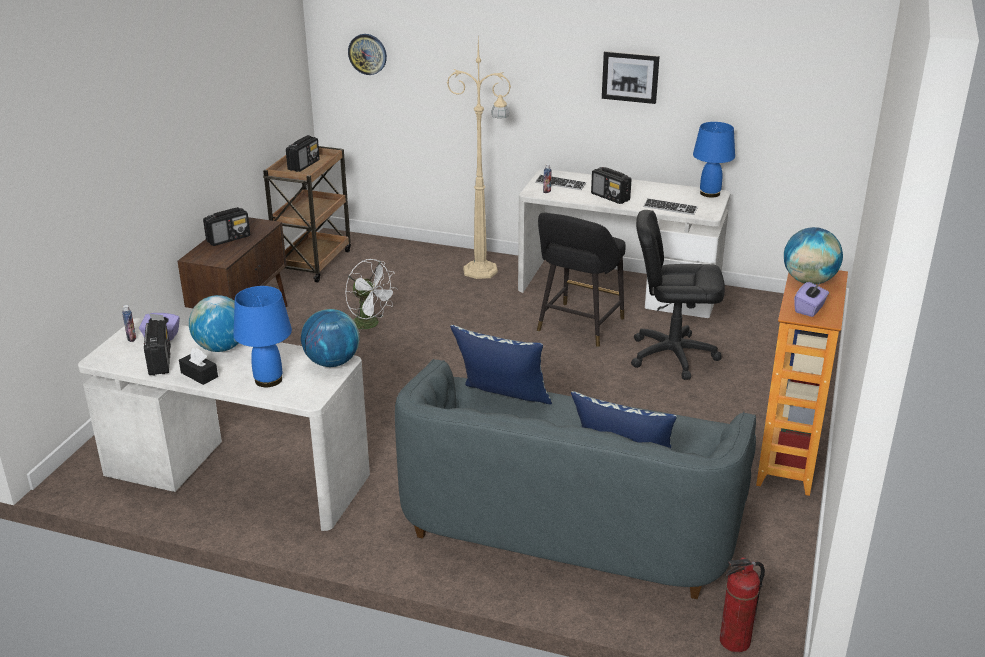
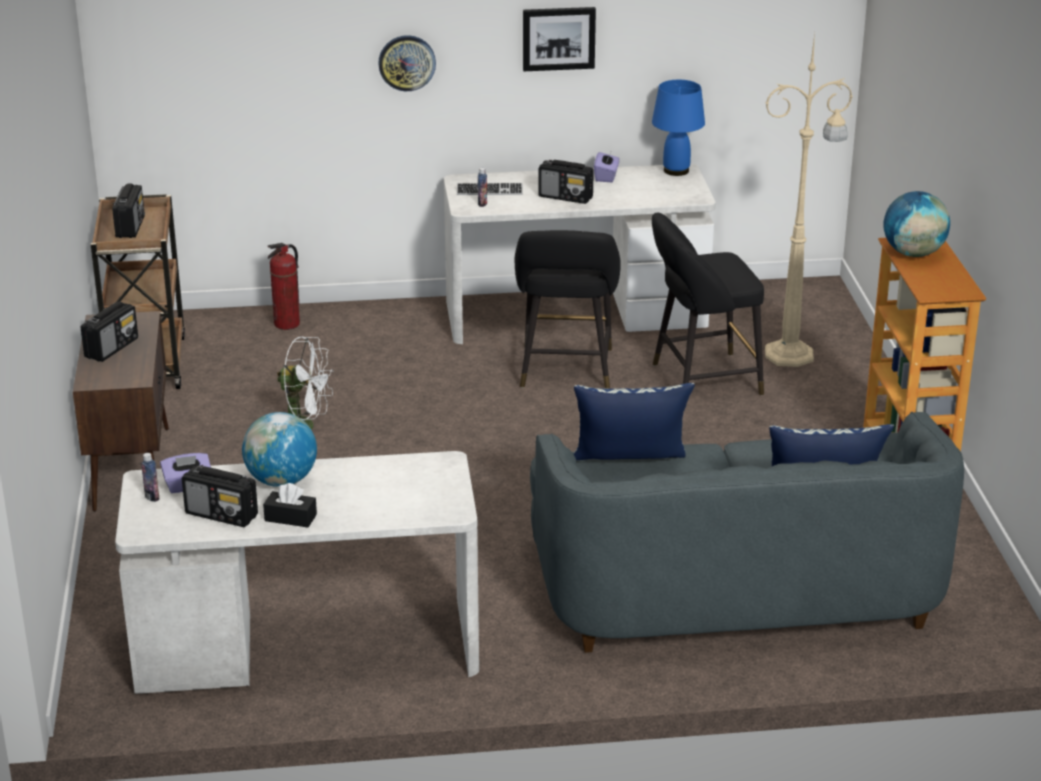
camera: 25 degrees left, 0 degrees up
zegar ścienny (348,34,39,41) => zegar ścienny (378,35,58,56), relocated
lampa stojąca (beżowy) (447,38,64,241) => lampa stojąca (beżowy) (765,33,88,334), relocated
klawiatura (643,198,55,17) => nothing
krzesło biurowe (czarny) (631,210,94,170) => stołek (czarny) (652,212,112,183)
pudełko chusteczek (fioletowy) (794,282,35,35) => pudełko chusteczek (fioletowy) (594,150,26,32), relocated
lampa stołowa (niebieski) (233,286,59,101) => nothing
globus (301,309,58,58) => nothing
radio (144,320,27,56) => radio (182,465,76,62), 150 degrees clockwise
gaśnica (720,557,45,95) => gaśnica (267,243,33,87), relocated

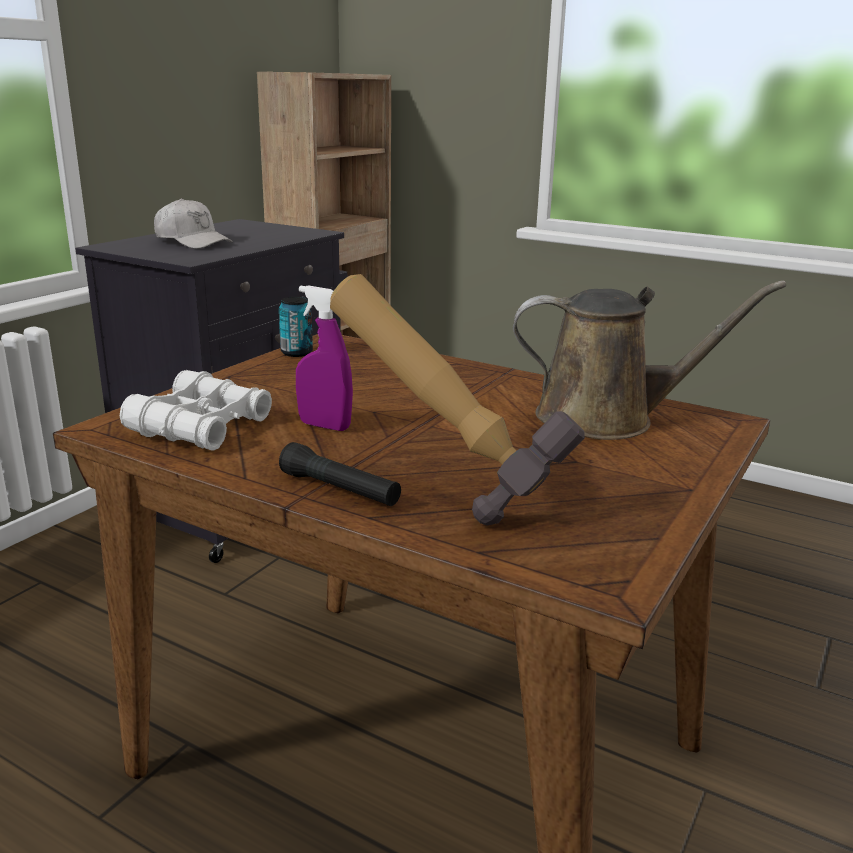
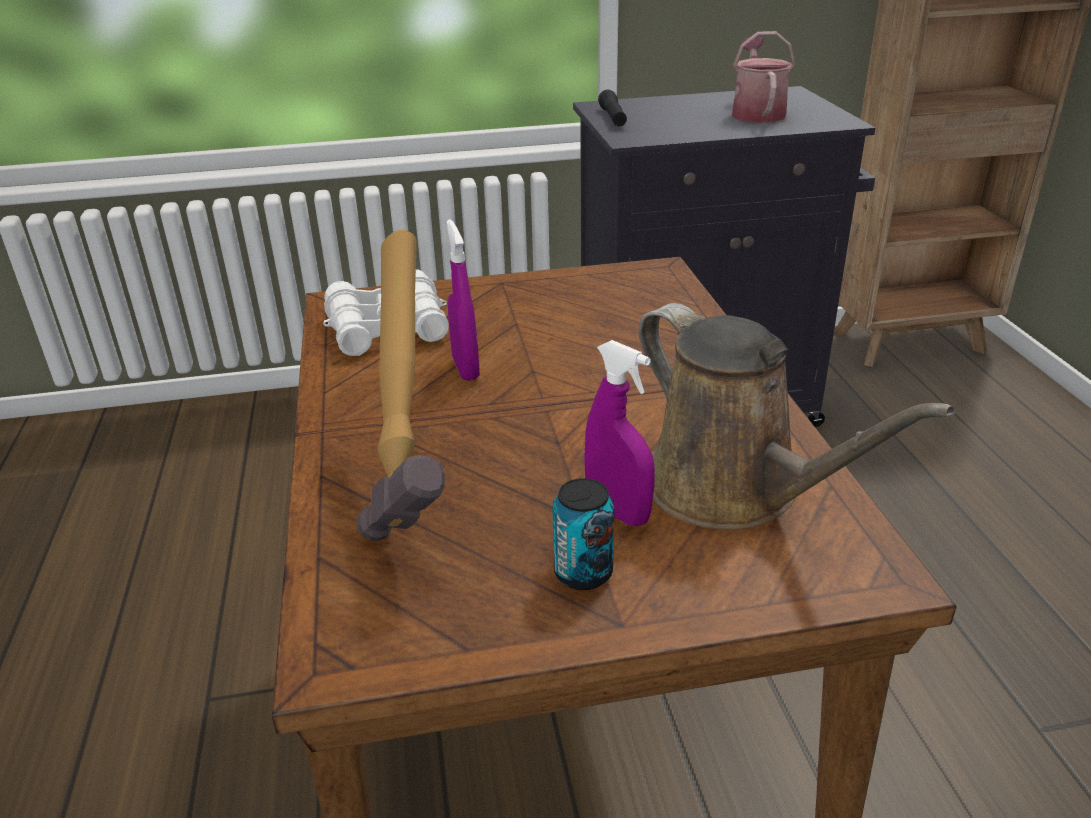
camera: 50 degrees right, 10 degrees up
czapka z daszkiem (biały) (154,198,79,51) => nothing
puszka (279,297,34,60) => puszka (552,478,62,112), relocated
latarka (czarny) (279,442,122,64) => latarka (czarny) (598,89,29,37), relocated
nothing => konewka (732,31,63,92)
nothing => spryskiwacz (fioletowy) (584,340,71,186)

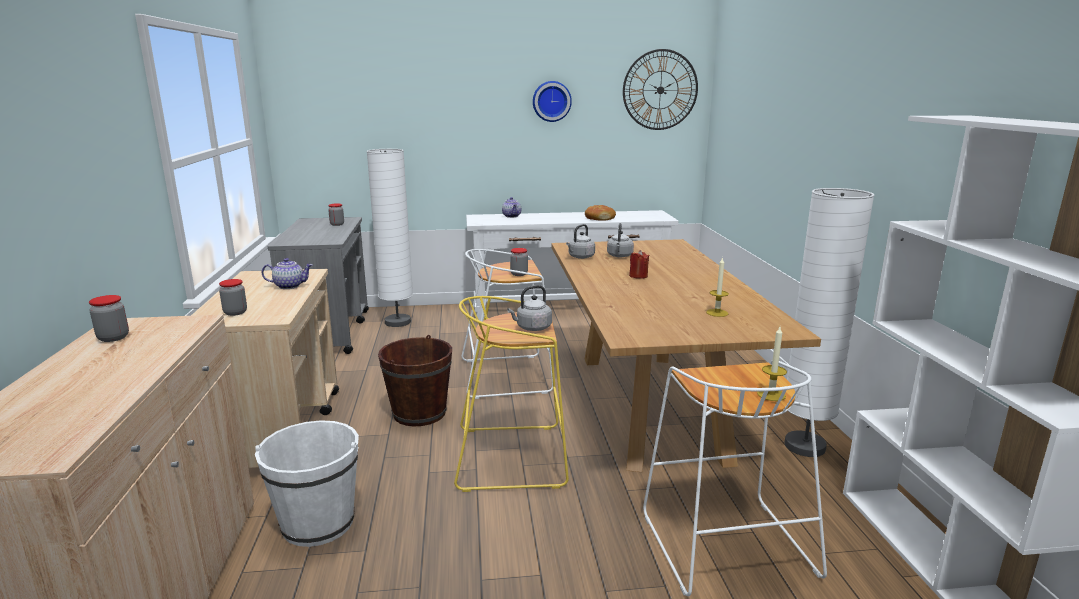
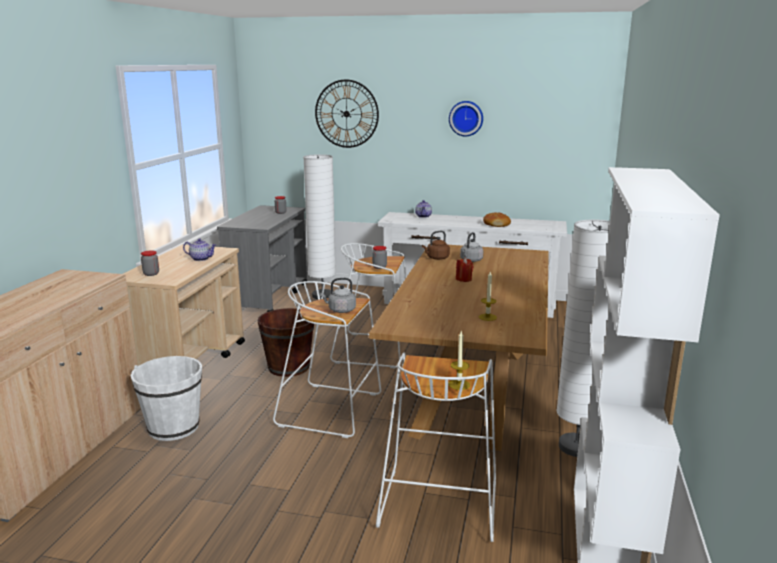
camera: 20 degrees right, 0 degrees up
zegar ścienny (623,49,75,81) => zegar ścienny (315,80,64,68), relocated
czajnik (szary) (566,224,29,35) => czajnik (brązowy) (422,231,28,29)
słoik (89,295,40,47) => nothing
stołek (żółty) (454,296,115,196) => stołek (biały) (273,281,108,157)

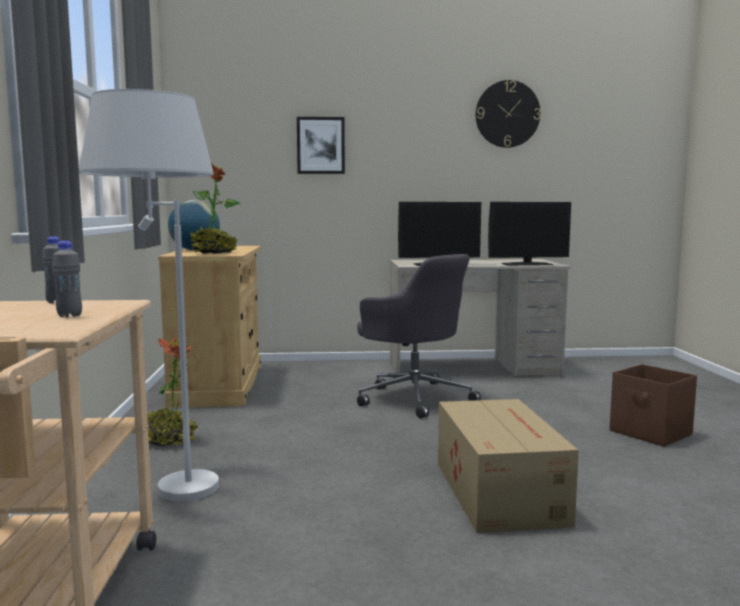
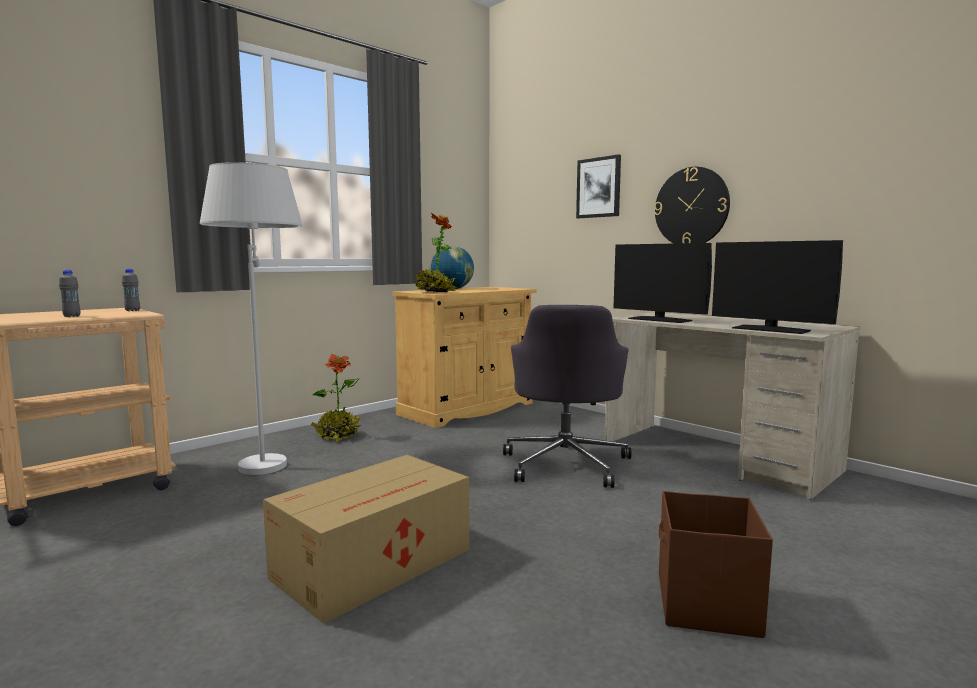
camera: 50 degrees right, 0 degrees up
zegar ścienny (476,80,64,68) => zegar ścienny (654,167,76,76), relocated

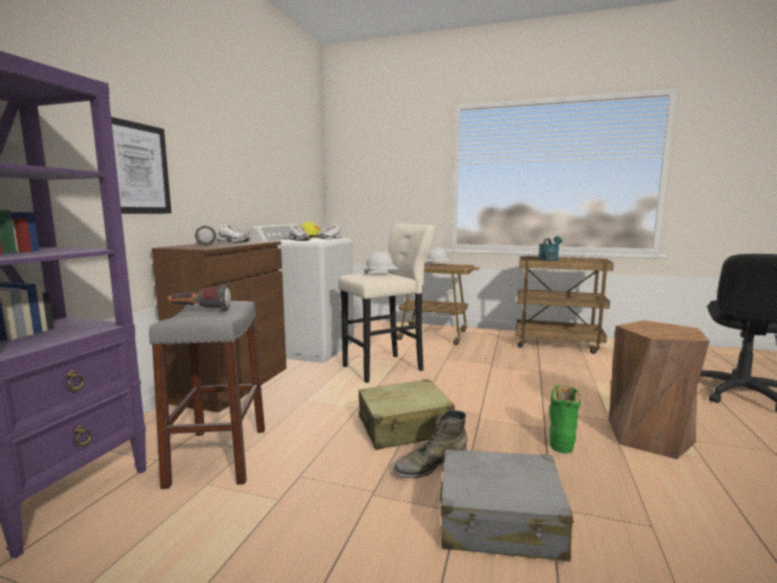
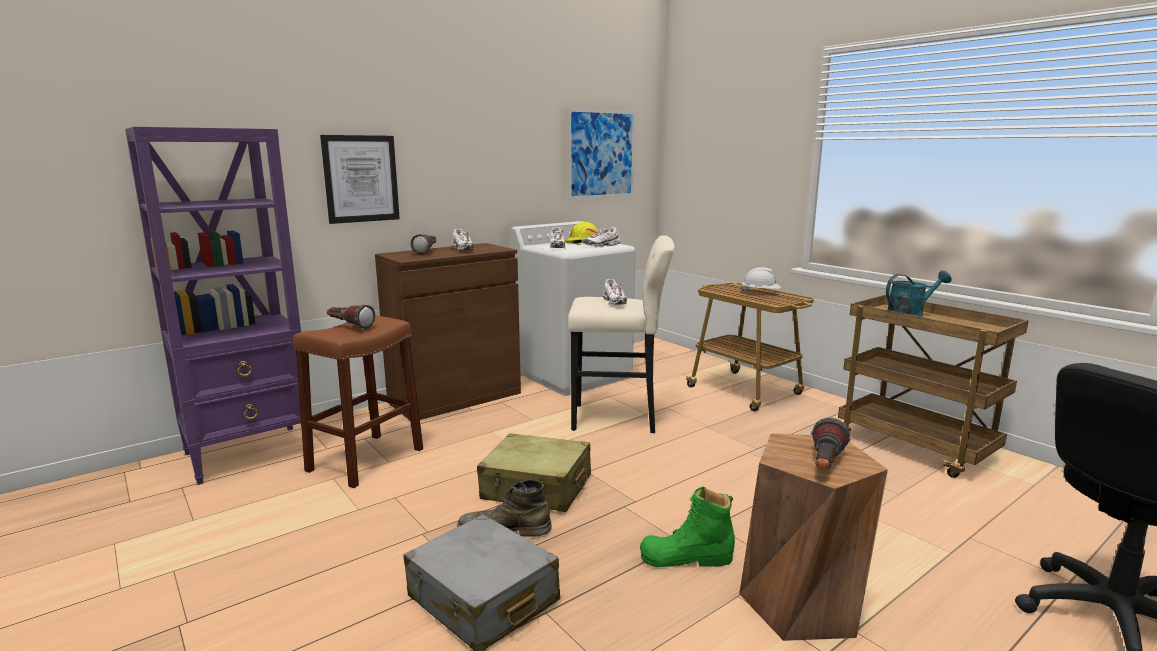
camera: 35 degrees right, 5 degrees up
kask (biały) (364,252,34,23) => but (biały) (603,279,24,26)
stołek (szary) (149,301,116,188) => stołek (brązowy) (293,315,130,173)
but z cholewką (zielony) (549,385,31,69) => but z cholewką (zielony) (640,487,95,80), 150 degrees counterclockwise
nothing => obraz (567,108,69,92)
nothing => latarka (811,418,40,52)

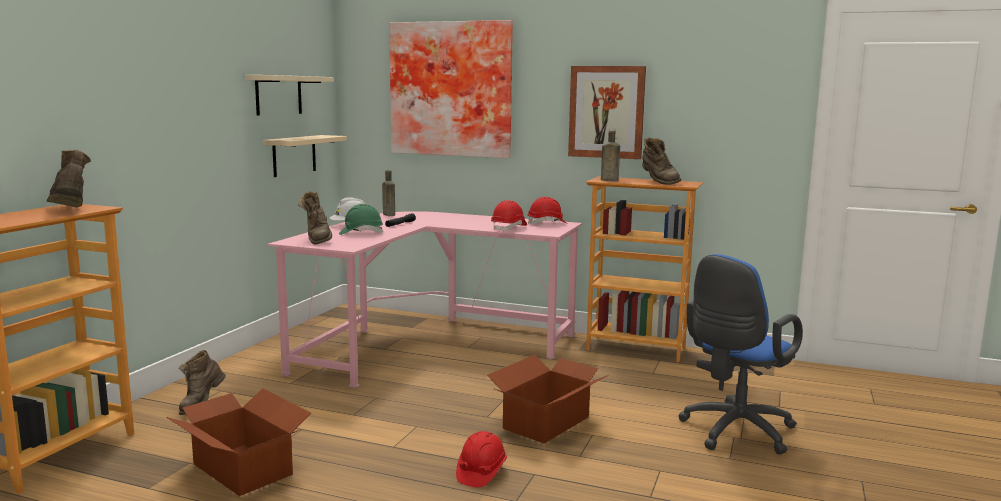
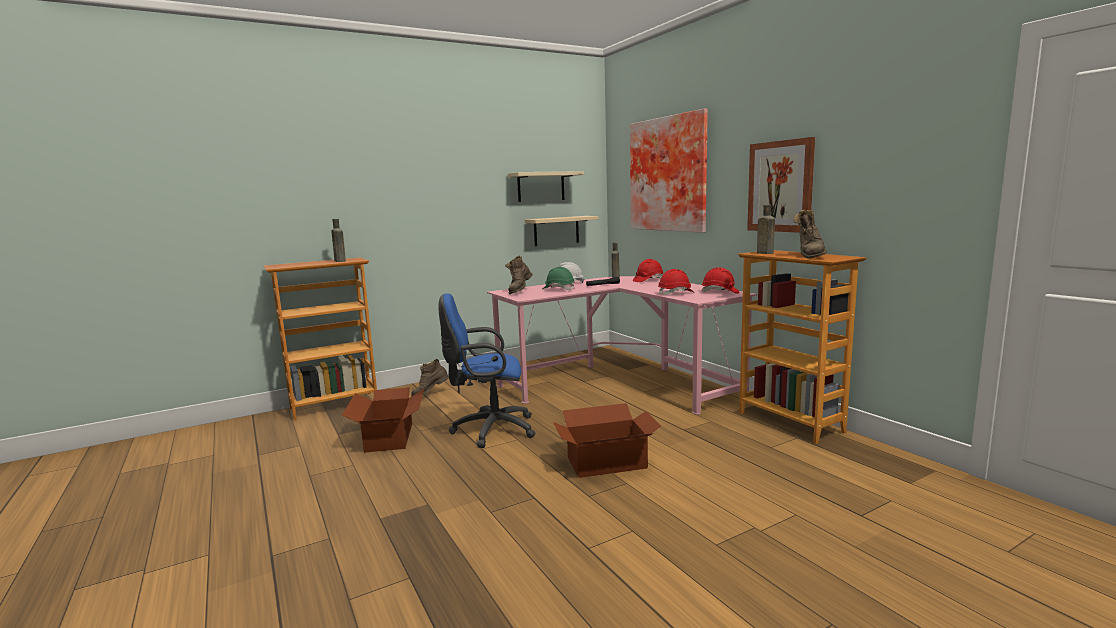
camera: 40 degrees right, 0 degrees up
but z cholewką (brązowy) (47,149,44,58) => butelka (brązowy) (331,219,15,43)
krzesło biurowe (niebieski) (678,254,125,201) => krzesło biurowe (niebieski) (438,293,98,155), relocated
kask (czerwony) (456,431,51,56) => kask (czerwony) (633,259,31,23), relocated

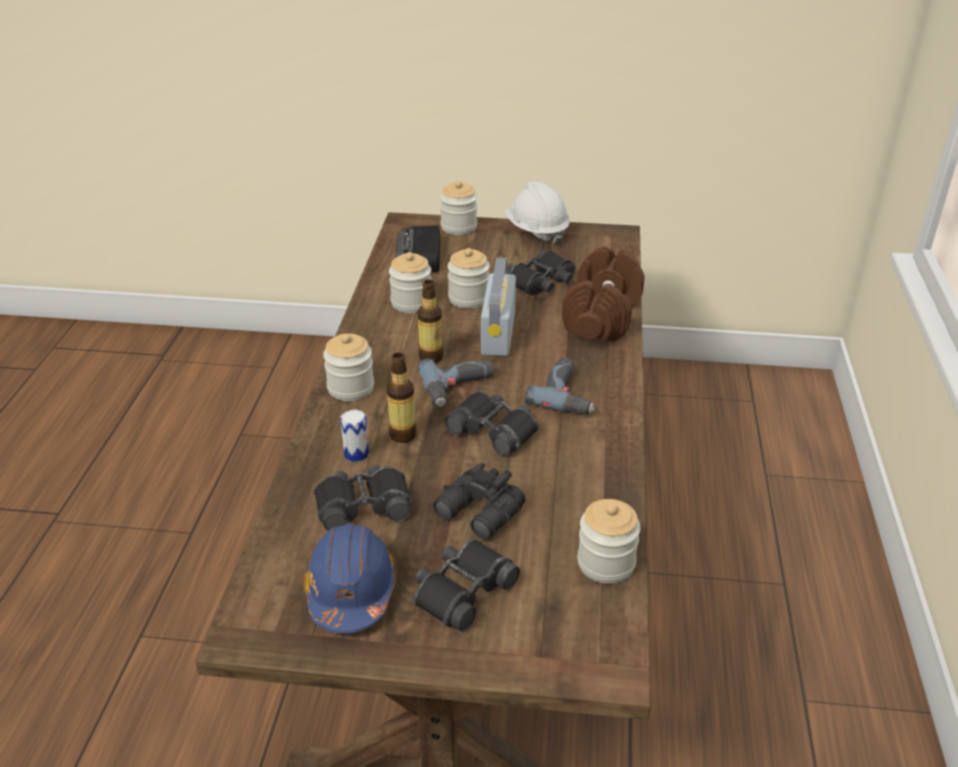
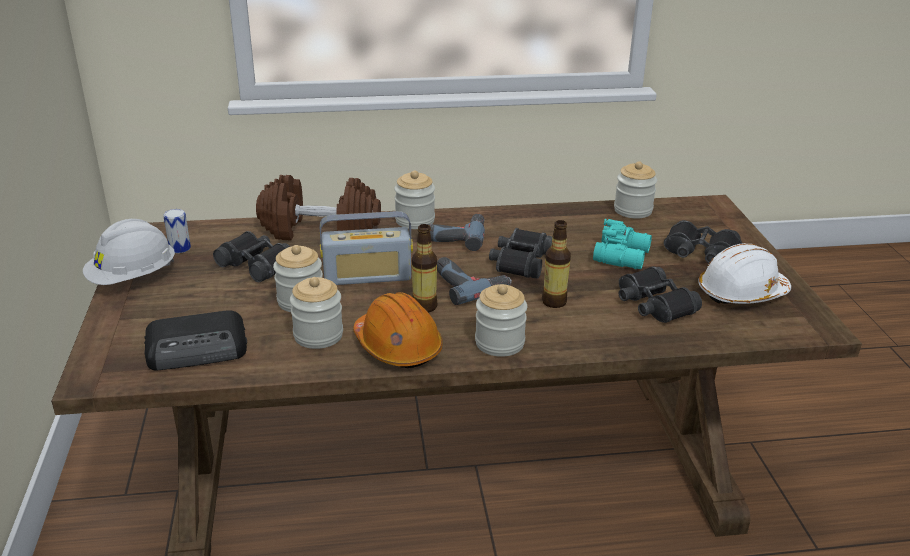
camera: 105 degrees left, 5 degrees down
słoik (440,181,37,54) => słoik (394,171,41,58), relocated
puszka (340,410,29,52) => puszka (163,209,28,44), relocated
lornetka (czarny) (433,463,92,77) => lornetka (turkusowy) (593,219,59,50)
kask (niebieski) (303,523,93,110) => kask (biały) (698,243,93,61)
nothing => kask (pomarańczowy) (353,292,90,76)

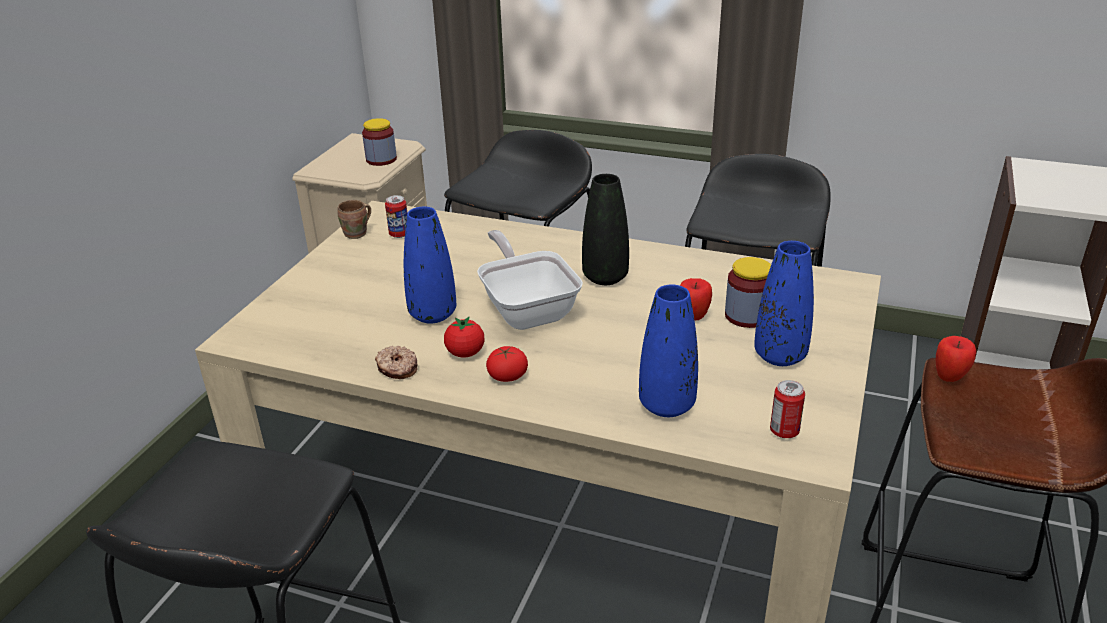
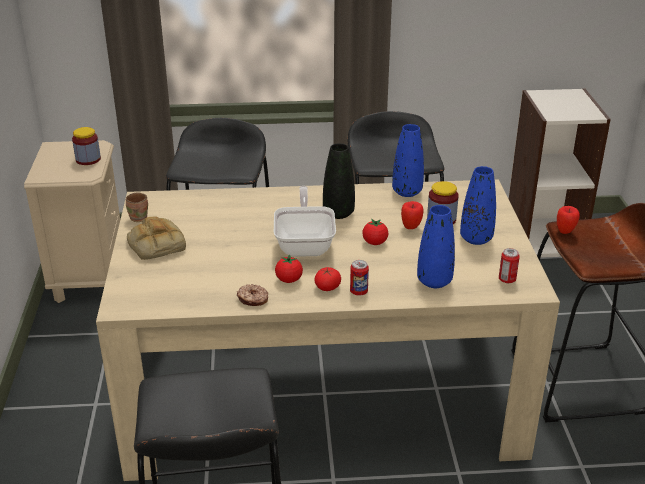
camera: 25 degrees left, 0 degrees up
puszka (385,195,22,43) => puszka (350,260,19,36), relocated
wazon (niebieski) (404,207,52,117) => wazon (niebieski) (392,124,32,73), relocated
patelnia (477,230,106,100) => patelnia (274,186,62,71), 45 degrees clockwise
nothing => chleb (127,216,59,44)
nothing => pomidor (362,219,26,26)

